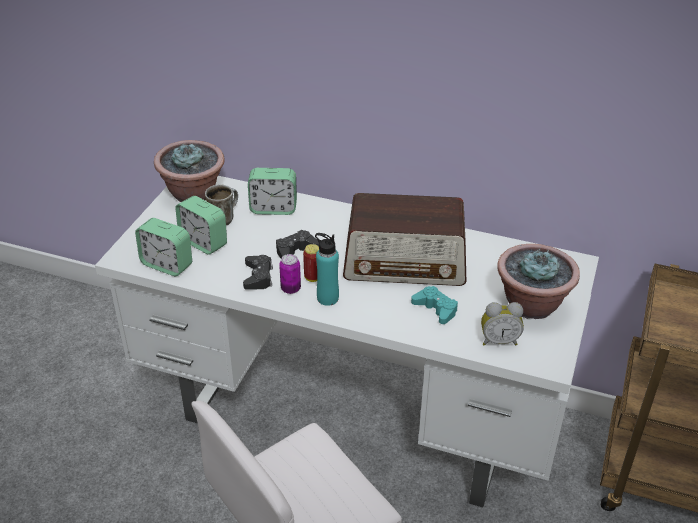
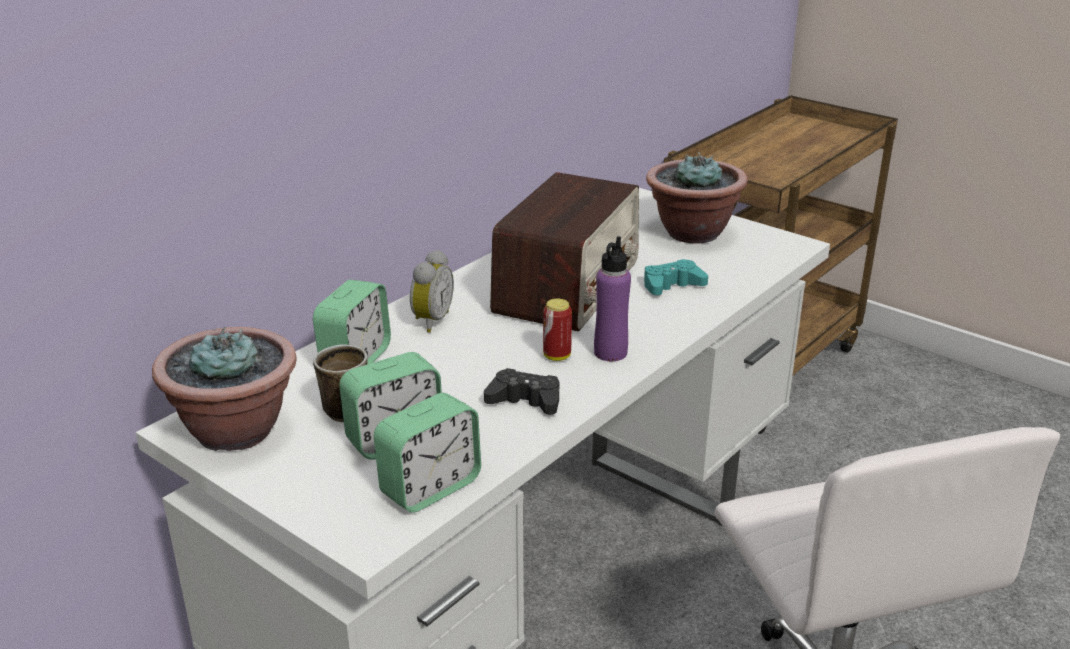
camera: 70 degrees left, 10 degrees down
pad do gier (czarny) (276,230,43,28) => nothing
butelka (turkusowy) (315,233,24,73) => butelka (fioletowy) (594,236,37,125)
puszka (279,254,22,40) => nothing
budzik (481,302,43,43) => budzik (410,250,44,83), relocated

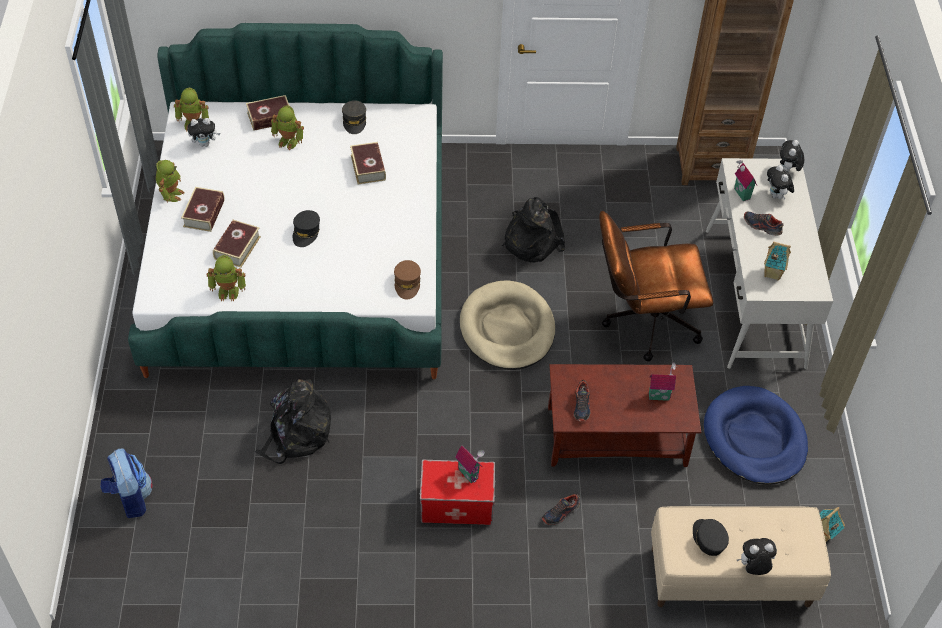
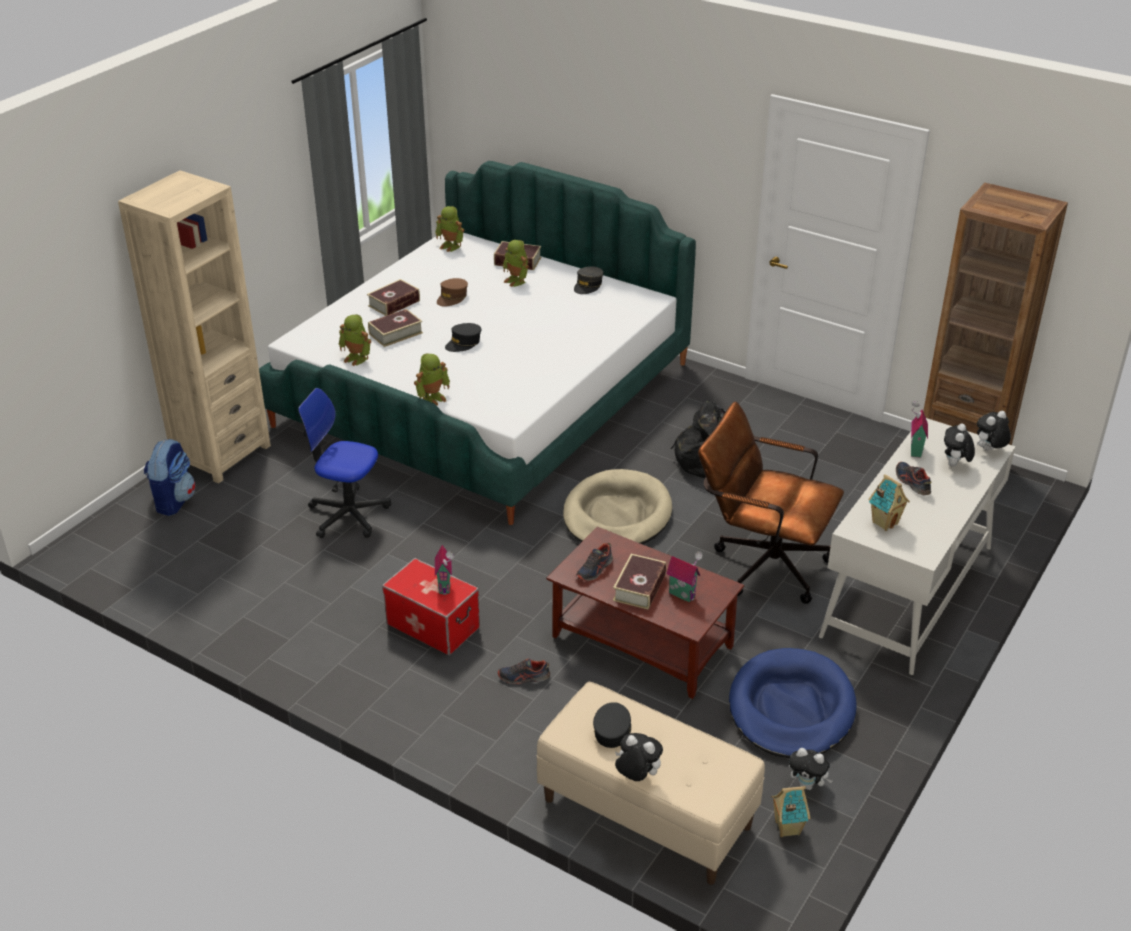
camera: 35 degrees right, 15 degrees down
pluszak (187,118,33,29) => pluszak (789,748,43,42), relocated
książka (350,142,36,42) => książka (613,554,53,56), relocated
robot zabawkowy (156,160,29,42) => robot zabawkowy (414,353,36,53), relocated
czapka z daszkiem (brązowy) (394,260,27,39) => czapka z daszkiem (brązowy) (437,278,31,28), relocated
plecak (czarny) (255,379,76,85) => krzesło biurowe (298,388,93,150)
nothing => regał (beżowy) (118,170,153,314)

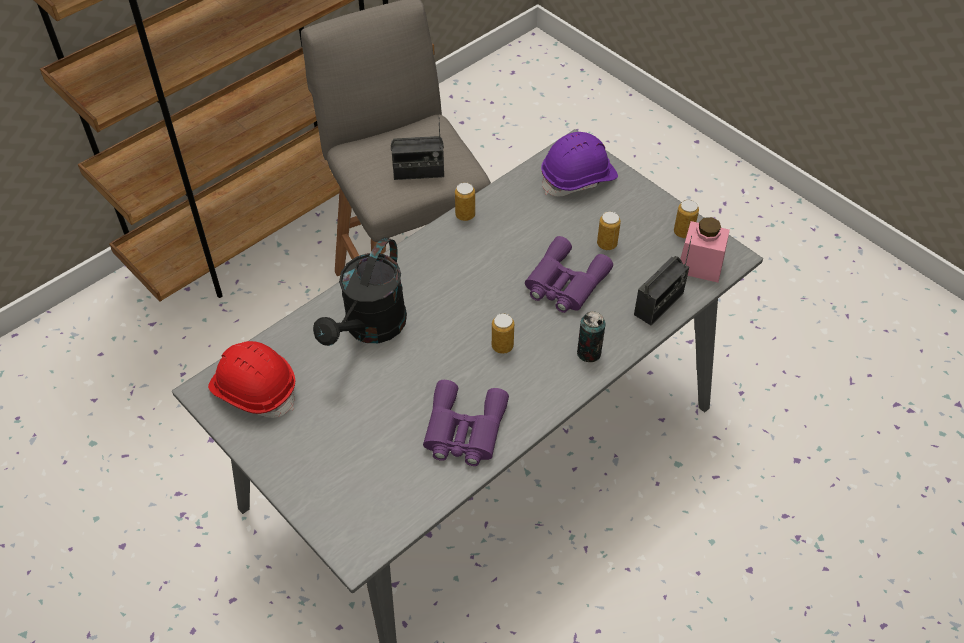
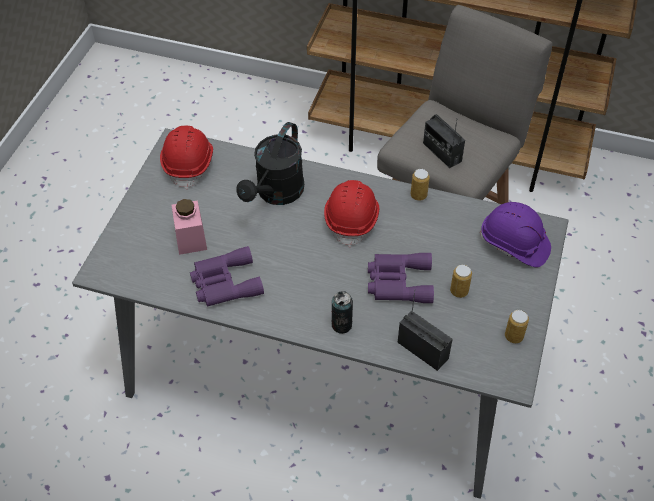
camera: 60 degrees right, 0 degrees up
słoik (różowy) (680,217,50,66) => słoik (różowy) (171,199,36,56), relocated
radio (634,236,58,89) => radio (398,290,55,81), 150 degrees counterclockwise
konewka (czarny) (313,237,94,109) => konewka (czarny) (236,122,68,83), 60 degrees counterclockwise
puszka (492,313,22,41) => nothing
nothing => kask (czerwony) (324,180,55,67)

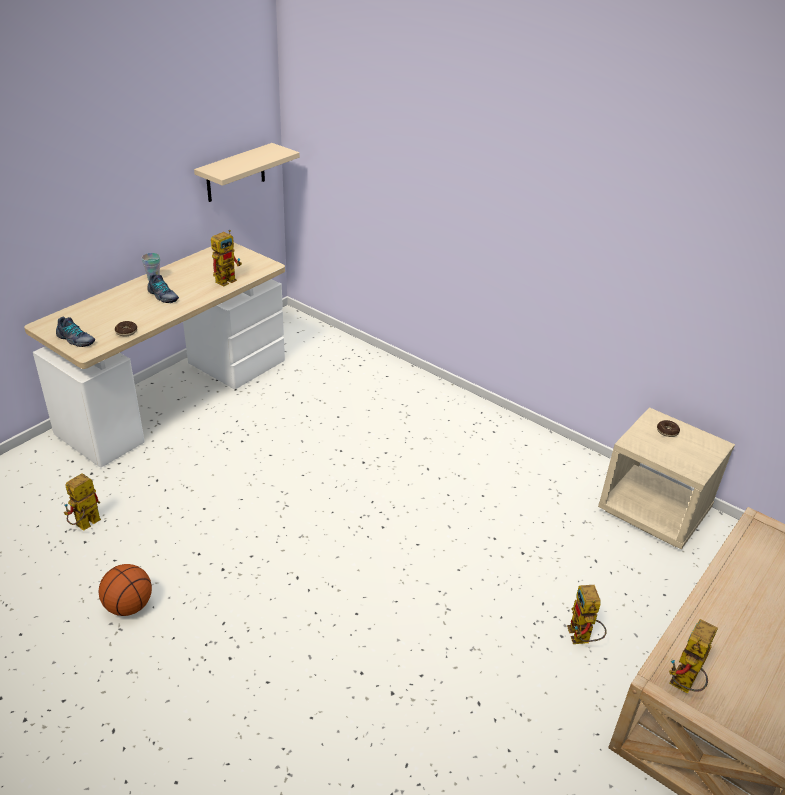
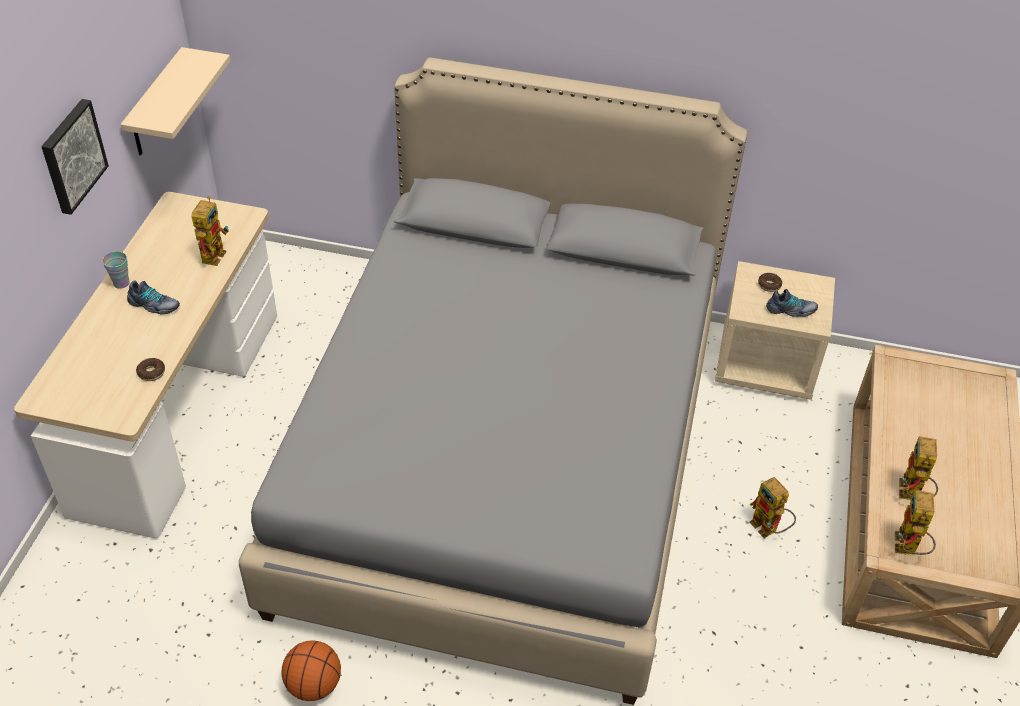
camera: 25 degrees left, 10 degrees up
but (56,317,39,30) => but (766,289,52,28), relocated
robot zabawkowy (64,473,37,58) => robot zabawkowy (899,436,39,64), relocated
nothing => łóżko (szary) (239,57,508,648)
nothing => obraz (41,99,68,116)

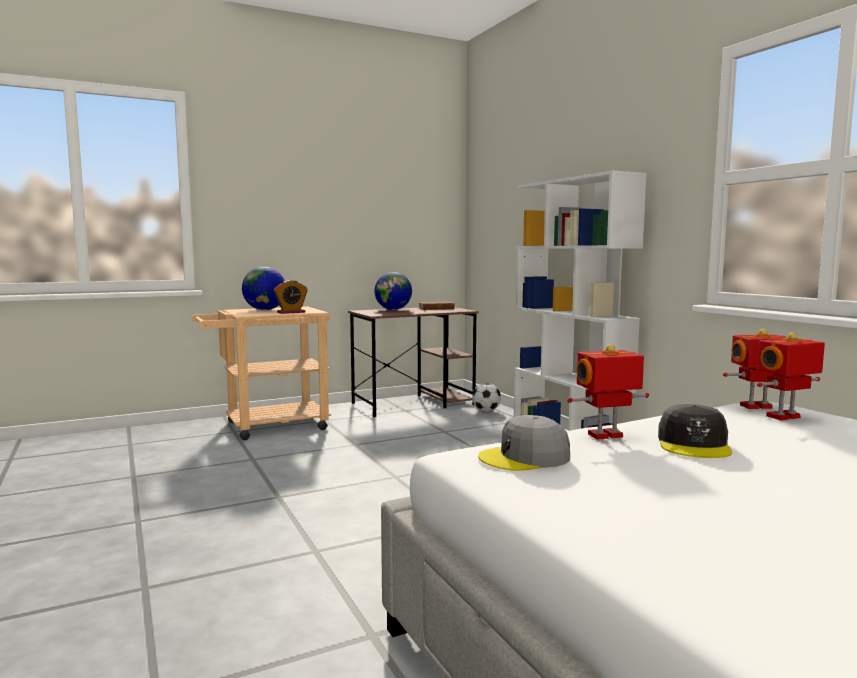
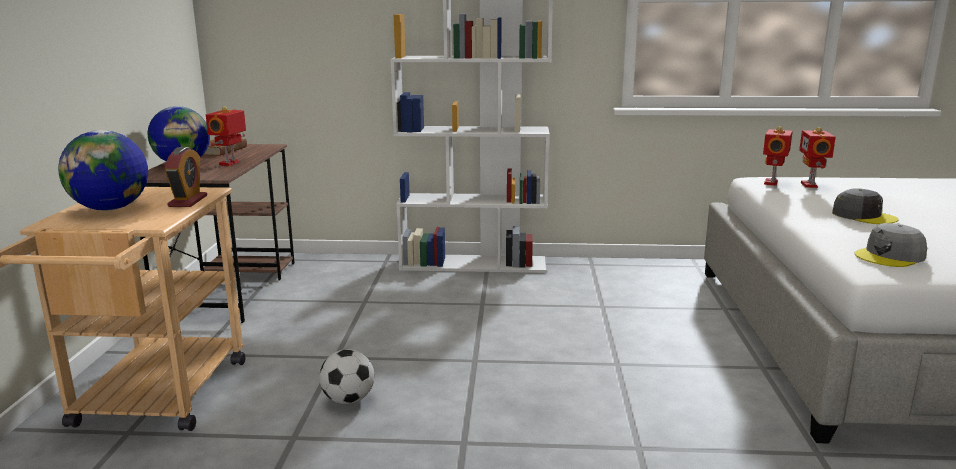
camera: 60 degrees left, 10 degrees up
robot zabawkowy (567,344,82,96) => robot zabawkowy (206,106,40,60), relocated
piłka futbolowa (472,383,29,29) => piłka futbolowa (319,349,55,55), relocated
czapka z daszkiem (szary) (478,415,92,56) => czapka z daszkiem (szary) (855,223,72,44), 45 degrees clockwise

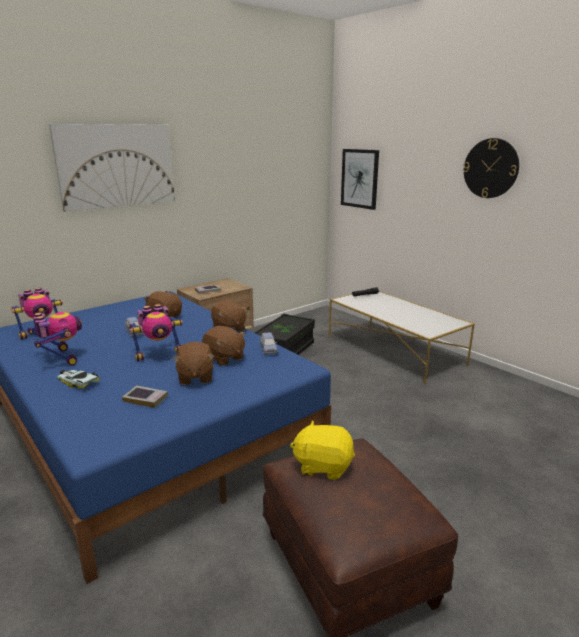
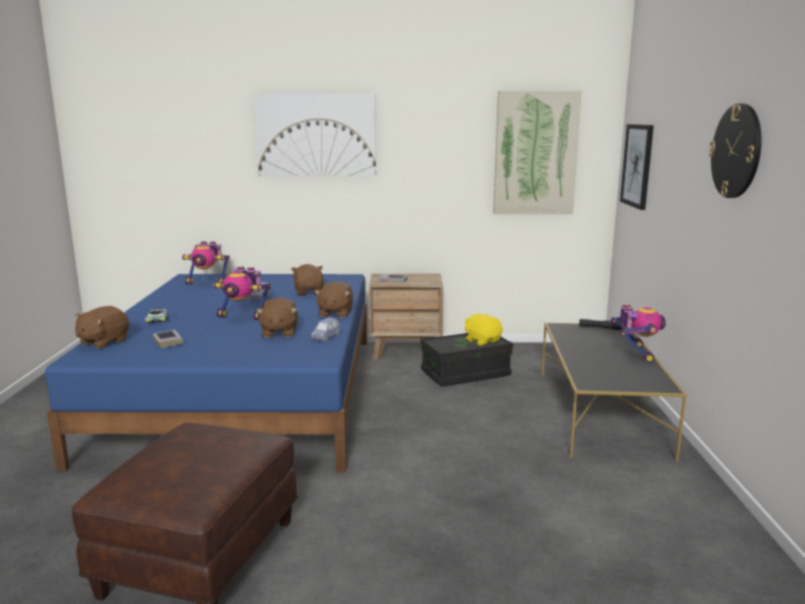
camera: 40 degrees right, 5 degrees down
ława (biały) (329,291,146,94) => ława (czarny) (541,323,146,139)
robot zabawkowy (27,312,55,53) => robot zabawkowy (611,304,55,58), relocated
pluszak (brązowy) (173,341,42,44) => pluszak (brązowy) (75,306,54,43), relocated
pluszak (żółty) (290,420,65,60) => pluszak (żółty) (464,314,39,32), relocated
nothing => obraz (493,91,88,123)

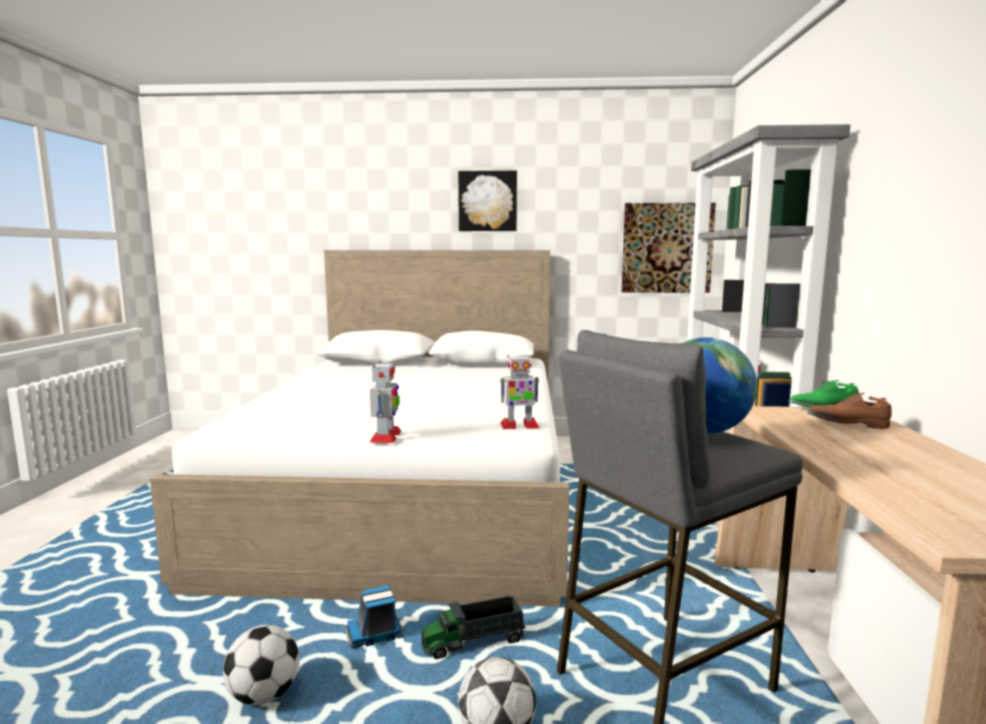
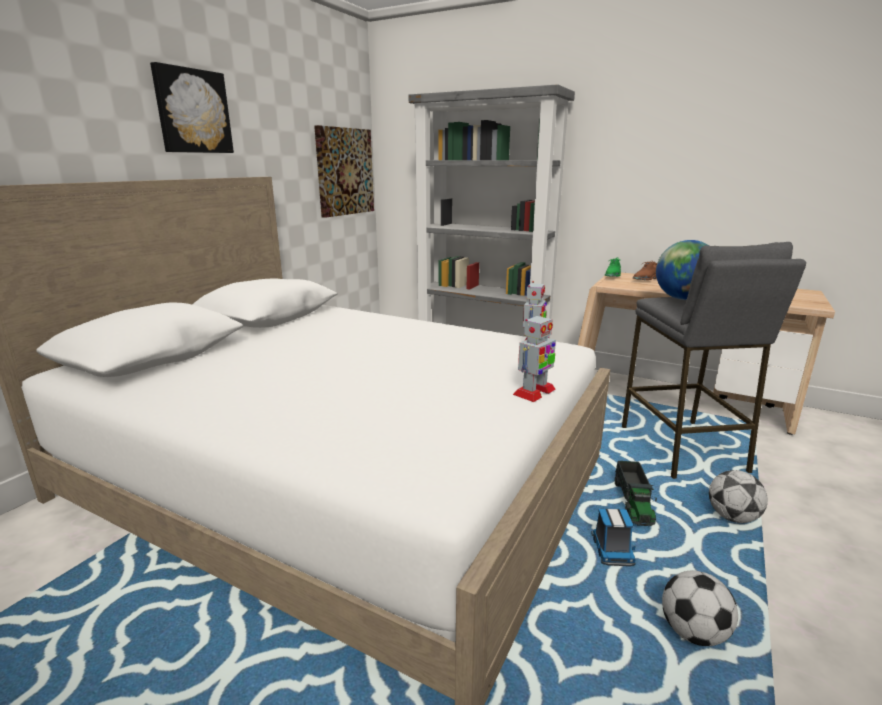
camera: 65 degrees left, 10 degrees up
robot zabawkowy (369,361,32,82) => robot zabawkowy (513,313,43,89), 105 degrees clockwise

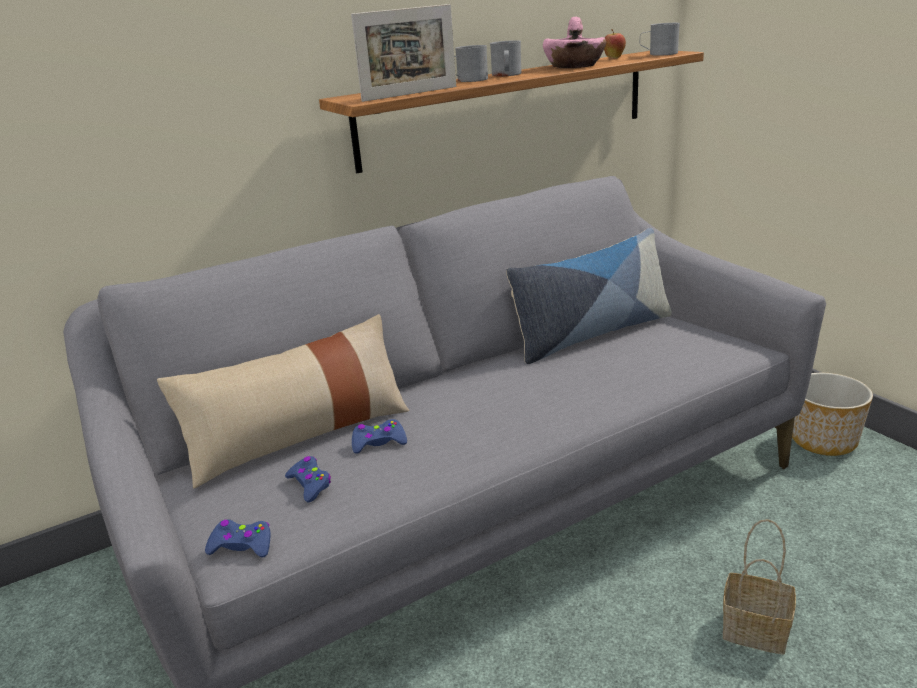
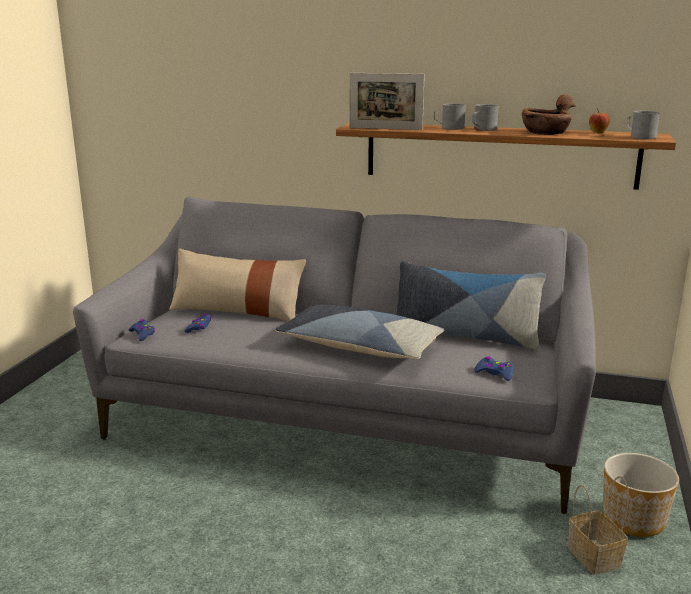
camera: 45 degrees right, 5 degrees down
miska (różowy) (543,17,63,51) => miska (brązowy) (522,94,54,41)
pad do gier (niebieski) (352,419,55,35) => pad do gier (niebieski) (474,356,40,25), relocated
koszyk (723,519,73,136) => koszyk (568,476,61,99), relocated
nothing => poduszka (276,305,168,54)

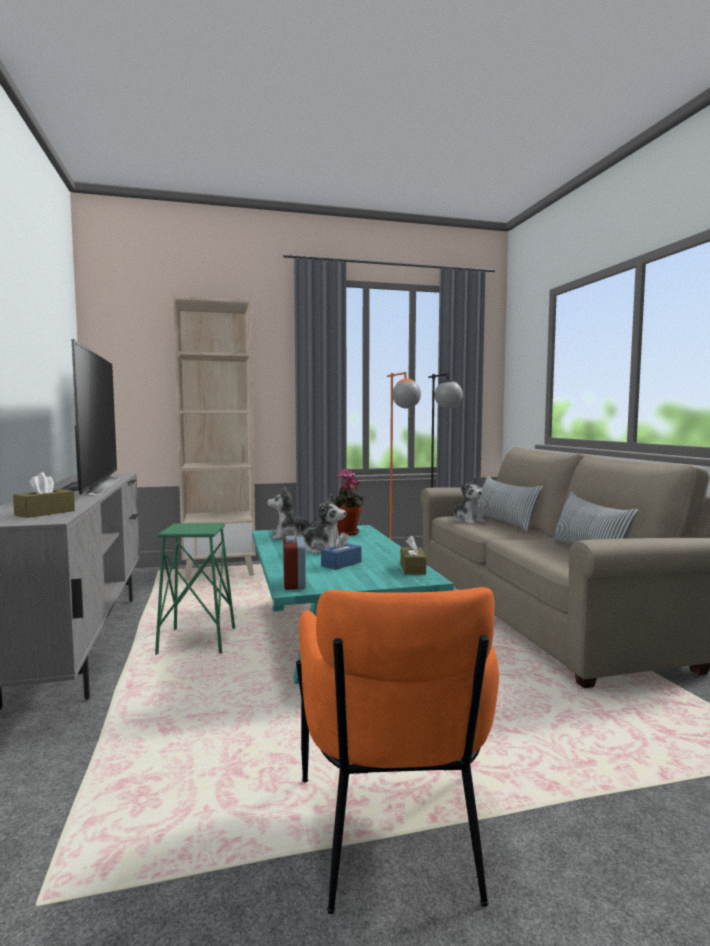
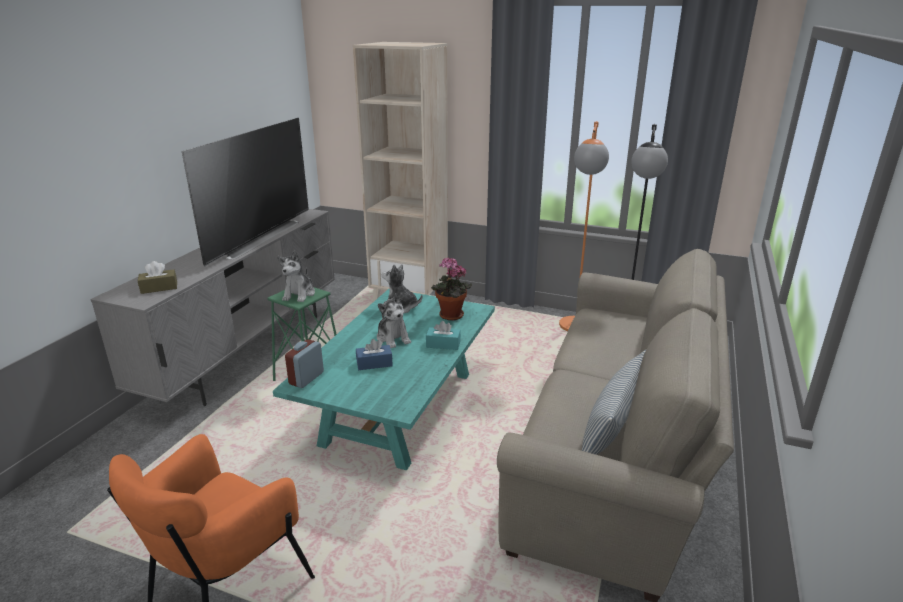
camera: 35 degrees right, 20 degrees up
poduszka (479,476,64,56) => nothing
pluszak (454,477,33,47) => pluszak (277,251,38,51), relocated
pudełko chusteczek (brązowy) (401,536,26,39) => nothing
nothing => pudełko chusteczek (turkusowy) (426,321,35,29)

